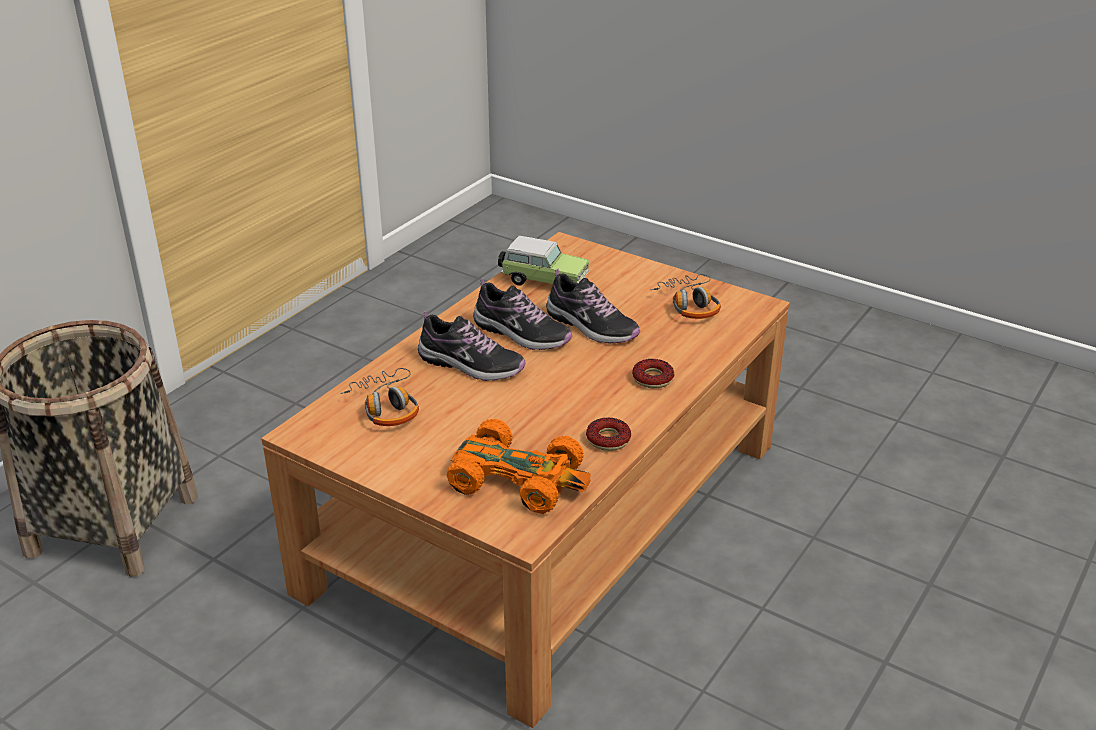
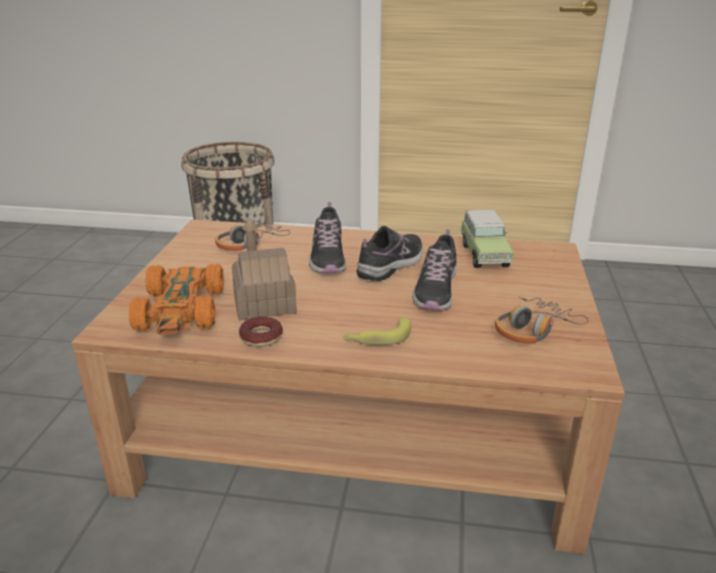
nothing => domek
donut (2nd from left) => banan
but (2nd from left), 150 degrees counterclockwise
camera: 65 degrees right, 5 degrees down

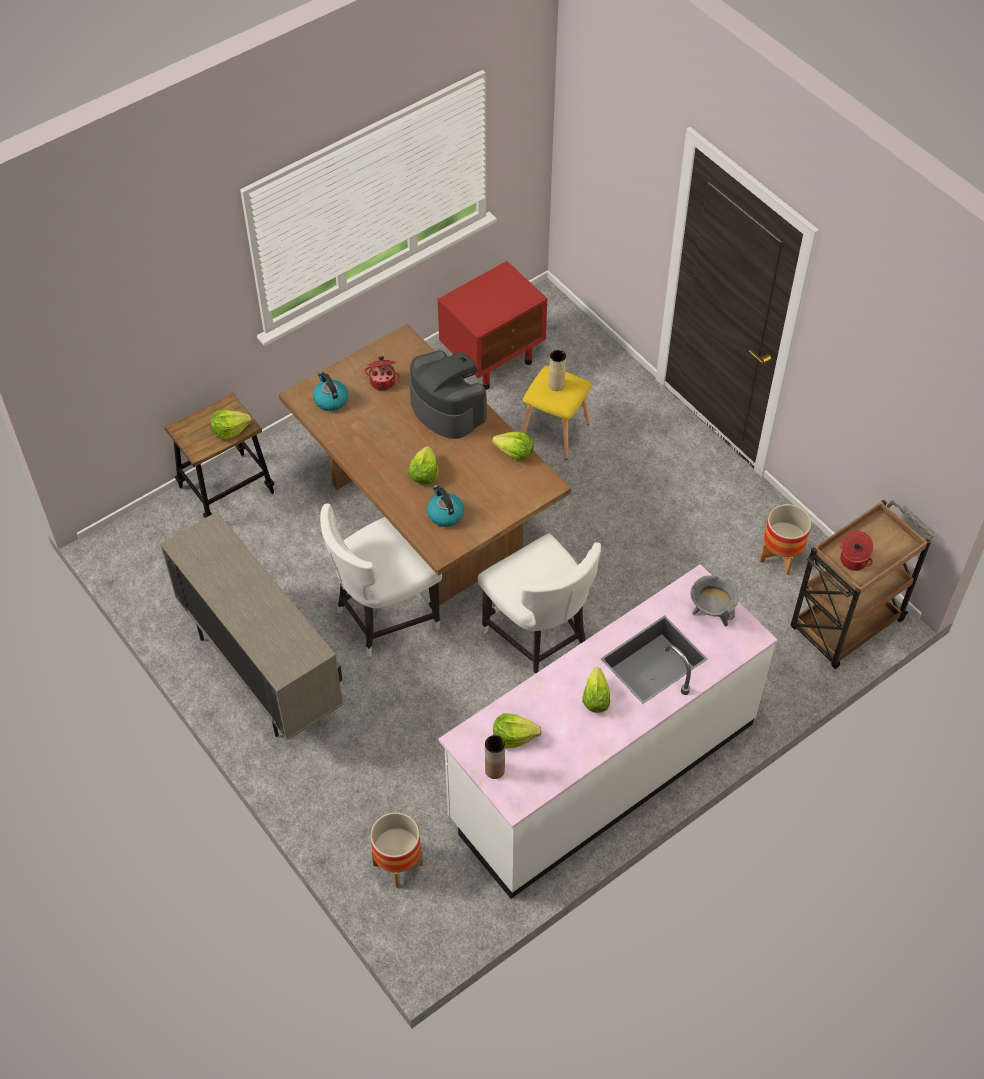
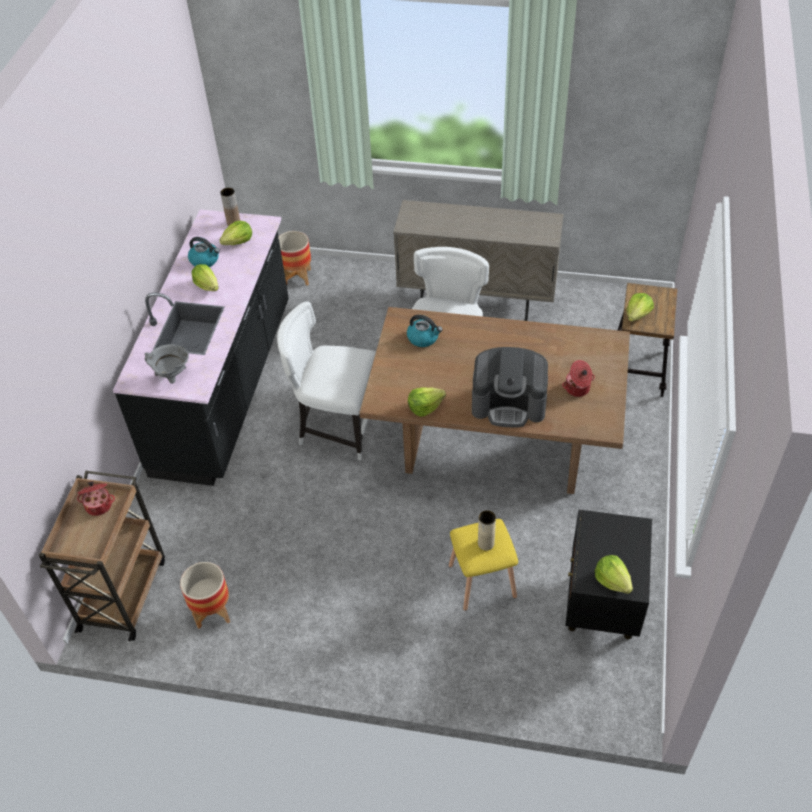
czajnik (1st from left), move
sałata (2nd from left in the first image) => sałata (4th from left), move
szafka nocna/czerwony => szafka nocna/czarny
zabudowa kuchenna/biały => zabudowa kuchenna/czarny
camera: 140 degrees right, 5 degrees down

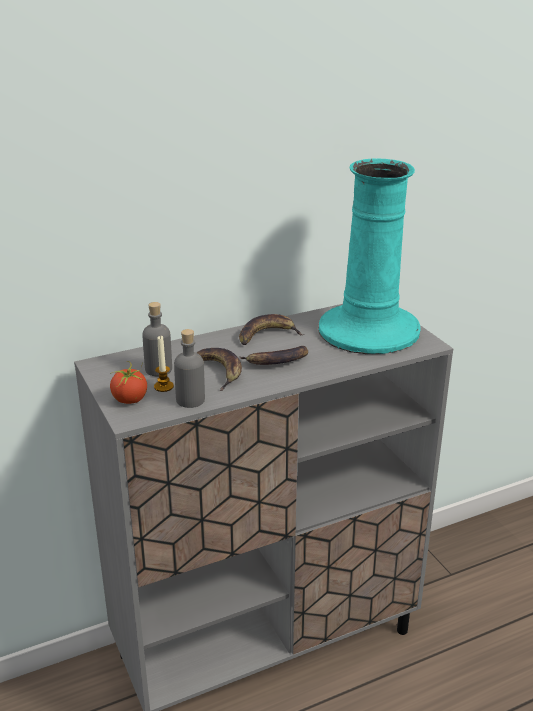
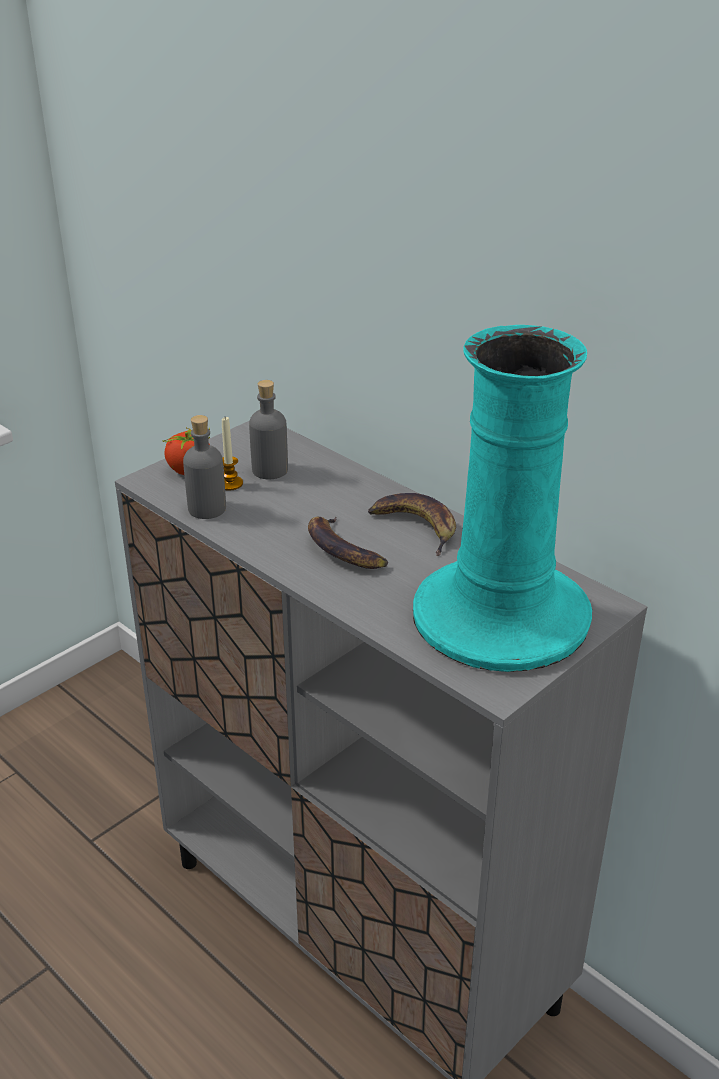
banan (1st from left) => nothing
camera: 70 degrees right, 5 degrees up

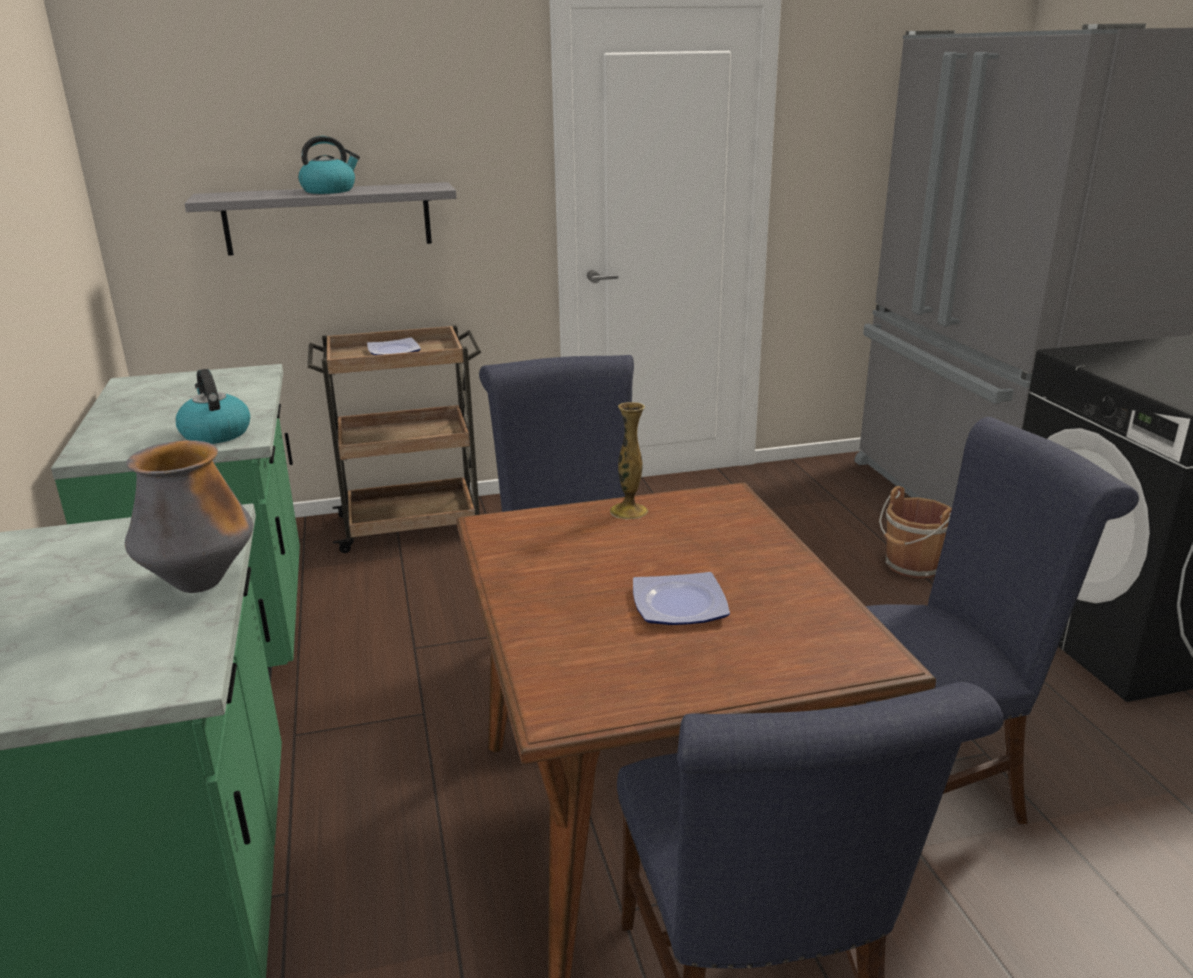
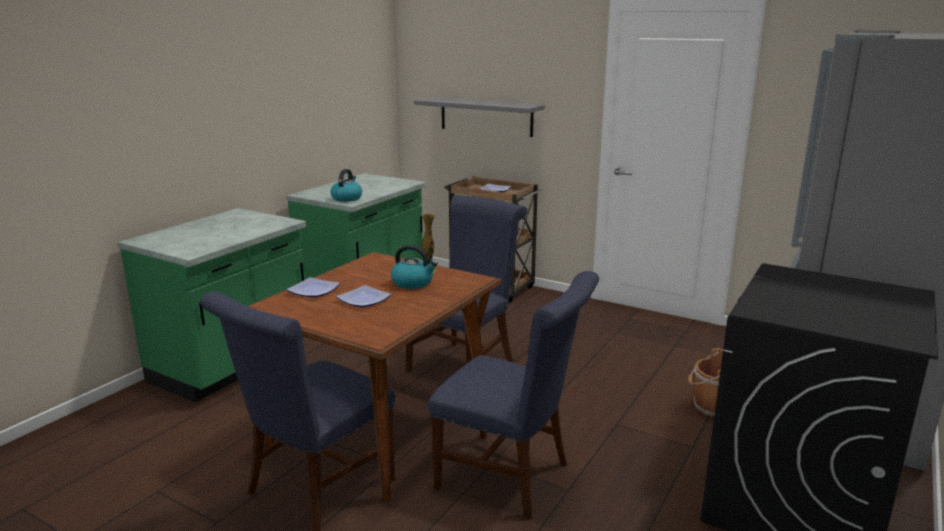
wazon (1st from left) => nothing
nothing => talerz (1st from left)
czajnik (2nd from left), move
camera: 45 degrees right, 5 degrees down

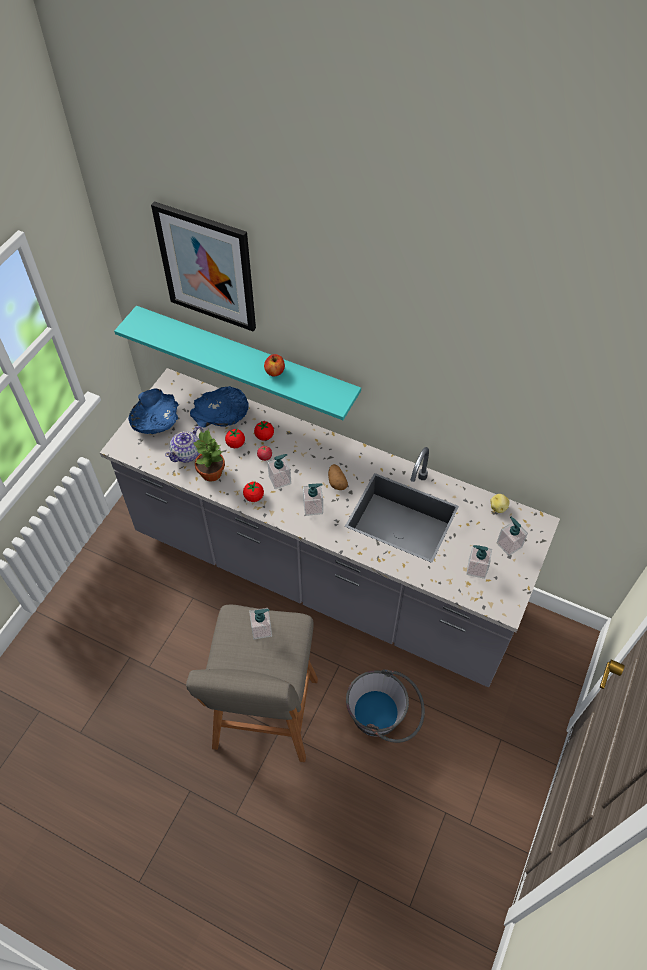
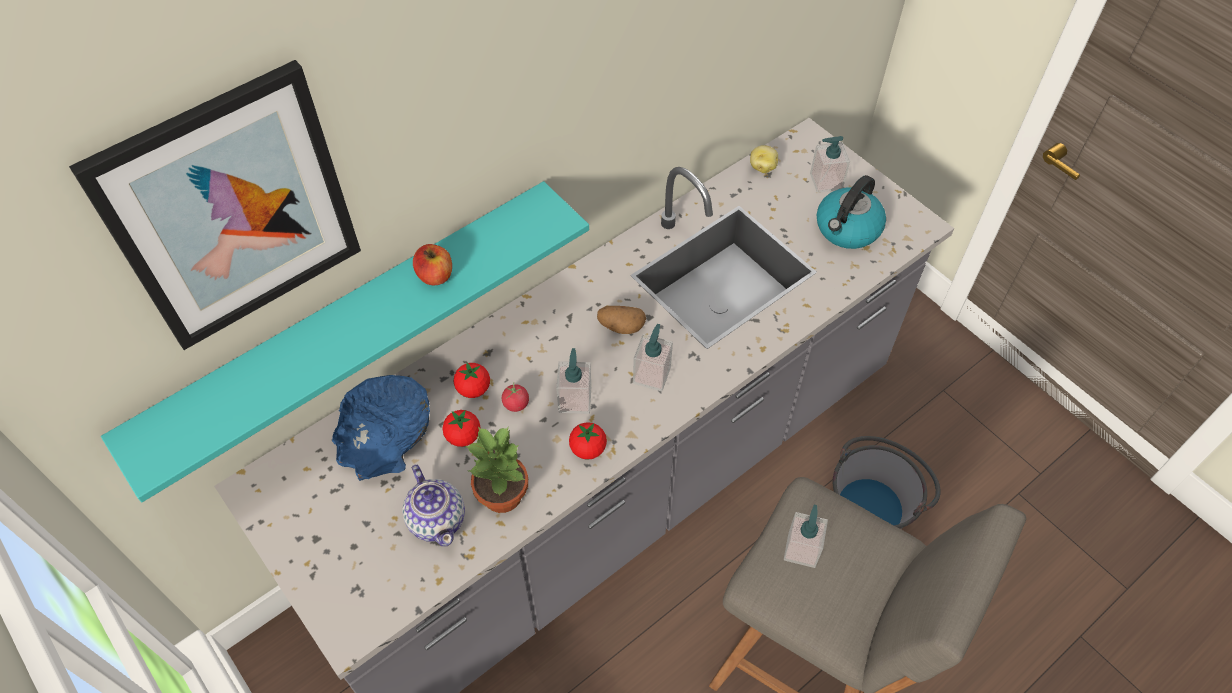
miska/niebieski (1st from left) => nothing
dozownik mydła (4th from left) => czajnik
camera: 65 degrees left, 0 degrees up

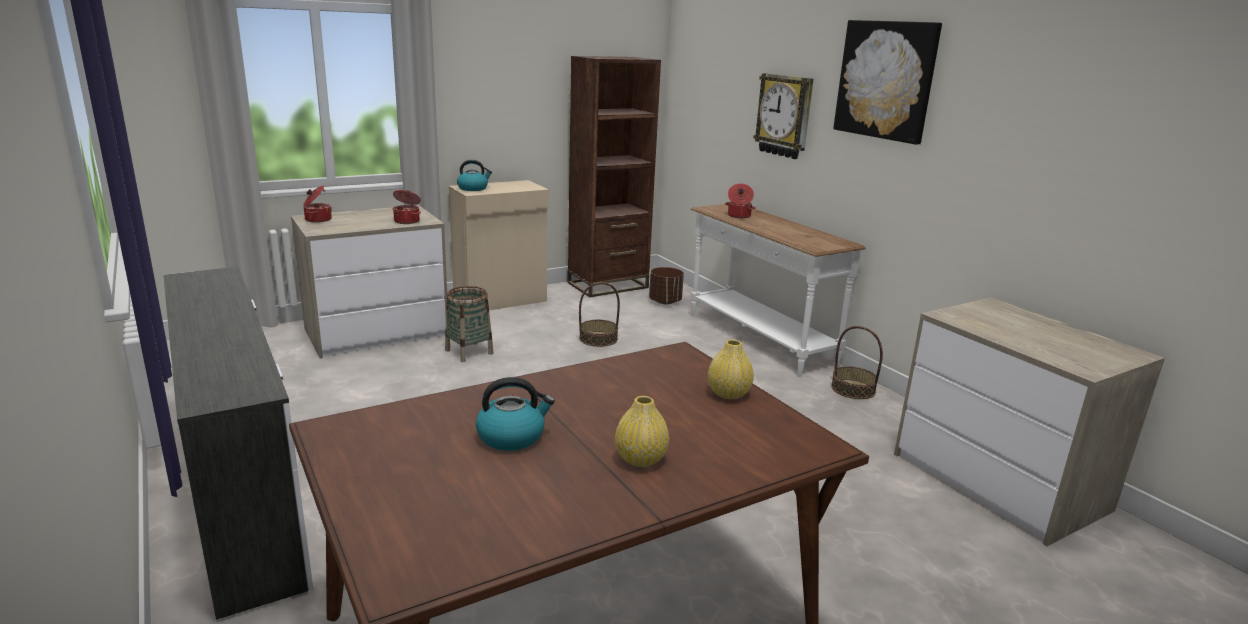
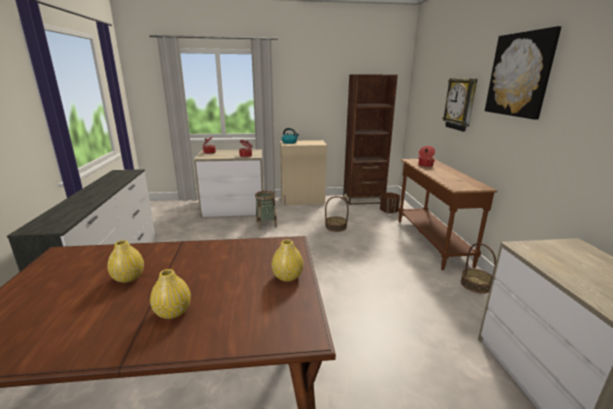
czajnik (2nd from left) => wazon/żółty (1st from left)
stolik konsolowy/biały => stolik konsolowy/brązowy
camera: 25 degrees right, 0 degrees up

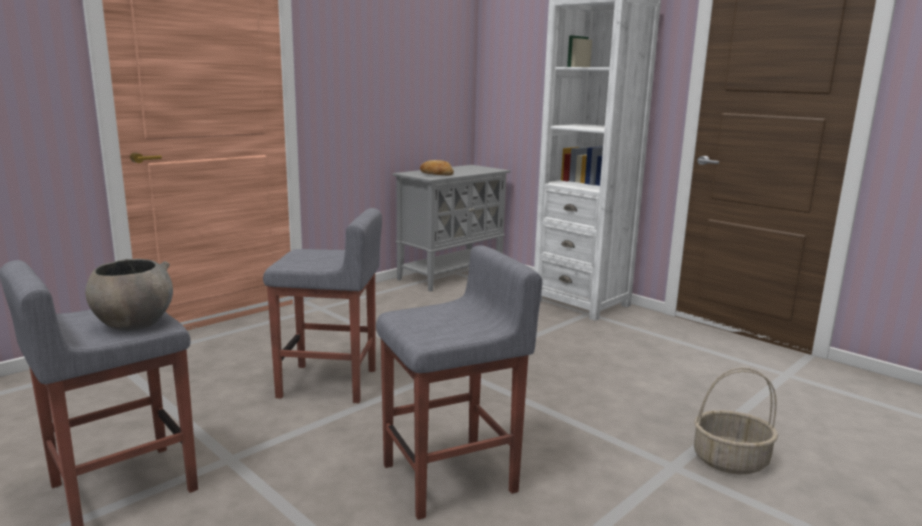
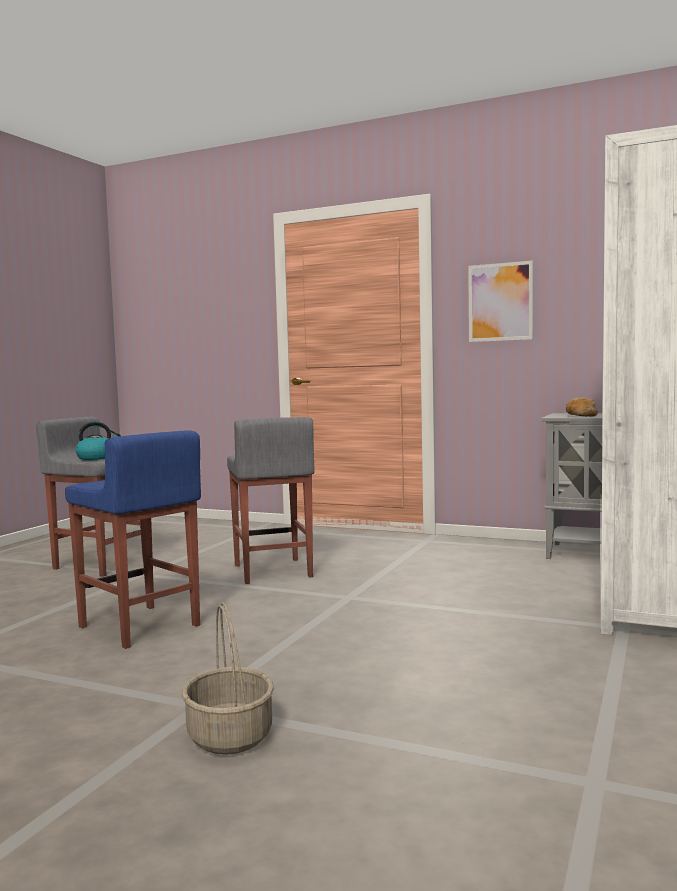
nothing => obraz
miska/szary => czajnik
stołek/szary (3rd from left) => stołek/niebieski
camera: 70 degrees right, 10 degrees down

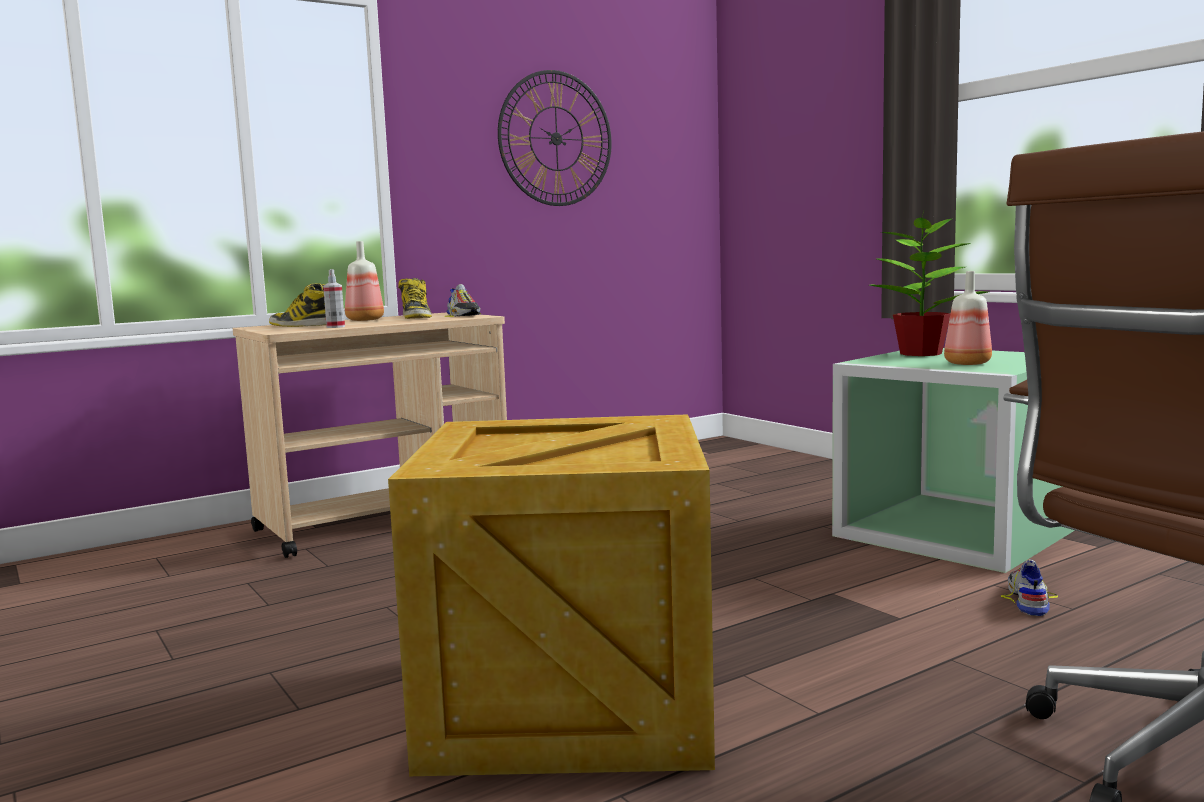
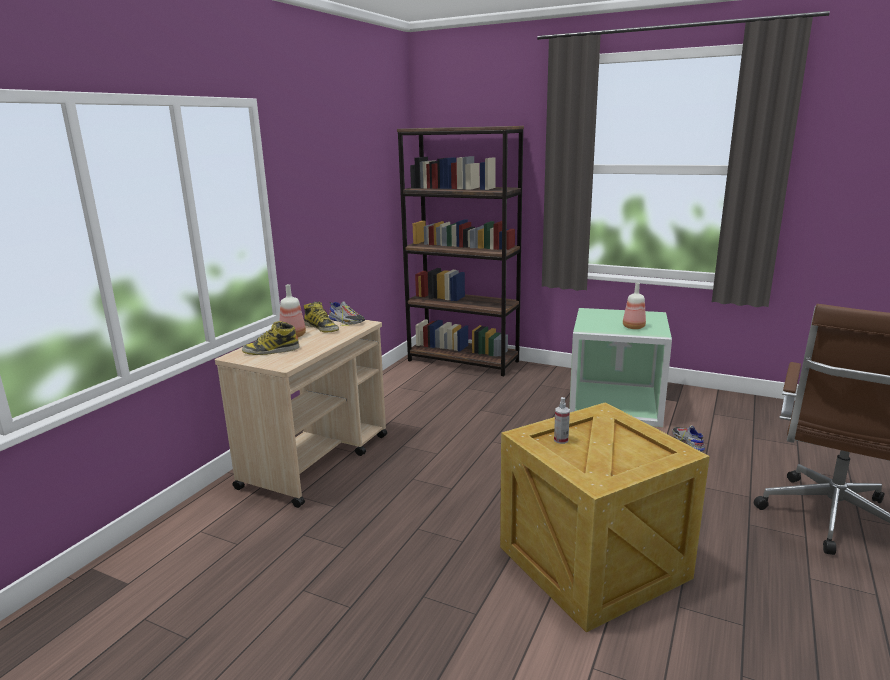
zegar ścienny => nothing
roślina doniczkowa => nothing
nothing => regał/brązowy
spryskiwacz, move
camera: 30 degrees left, 10 degrees up

